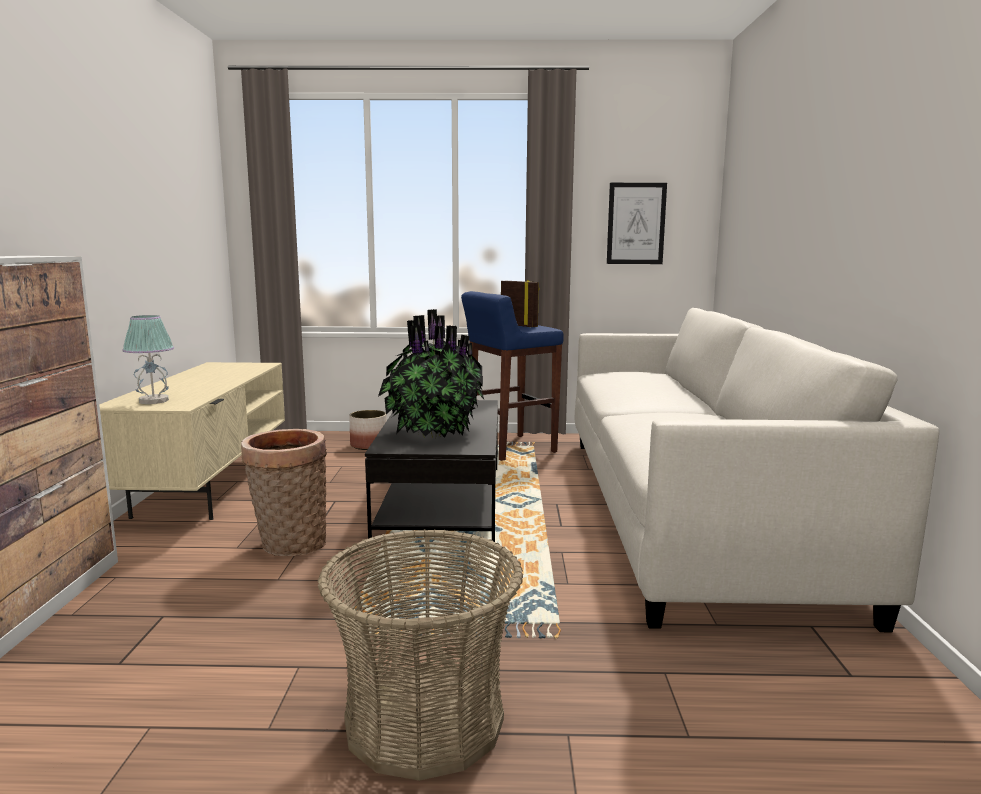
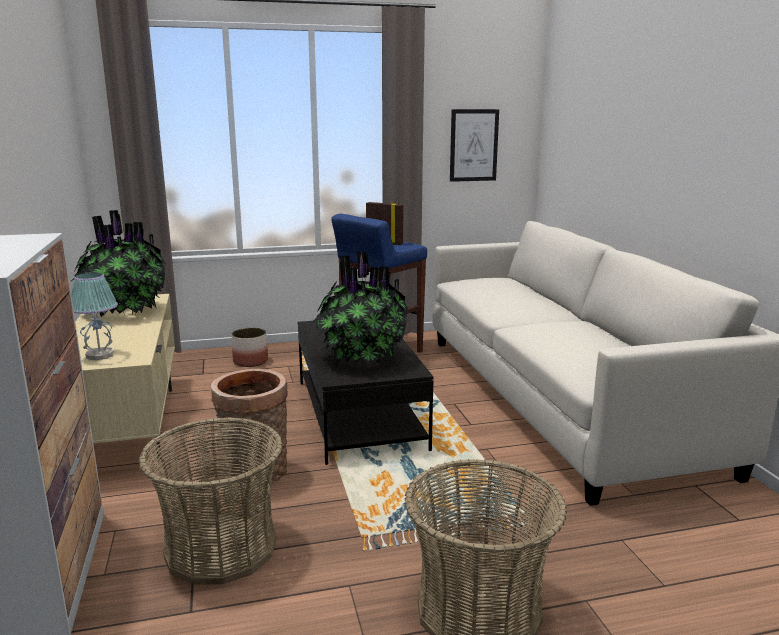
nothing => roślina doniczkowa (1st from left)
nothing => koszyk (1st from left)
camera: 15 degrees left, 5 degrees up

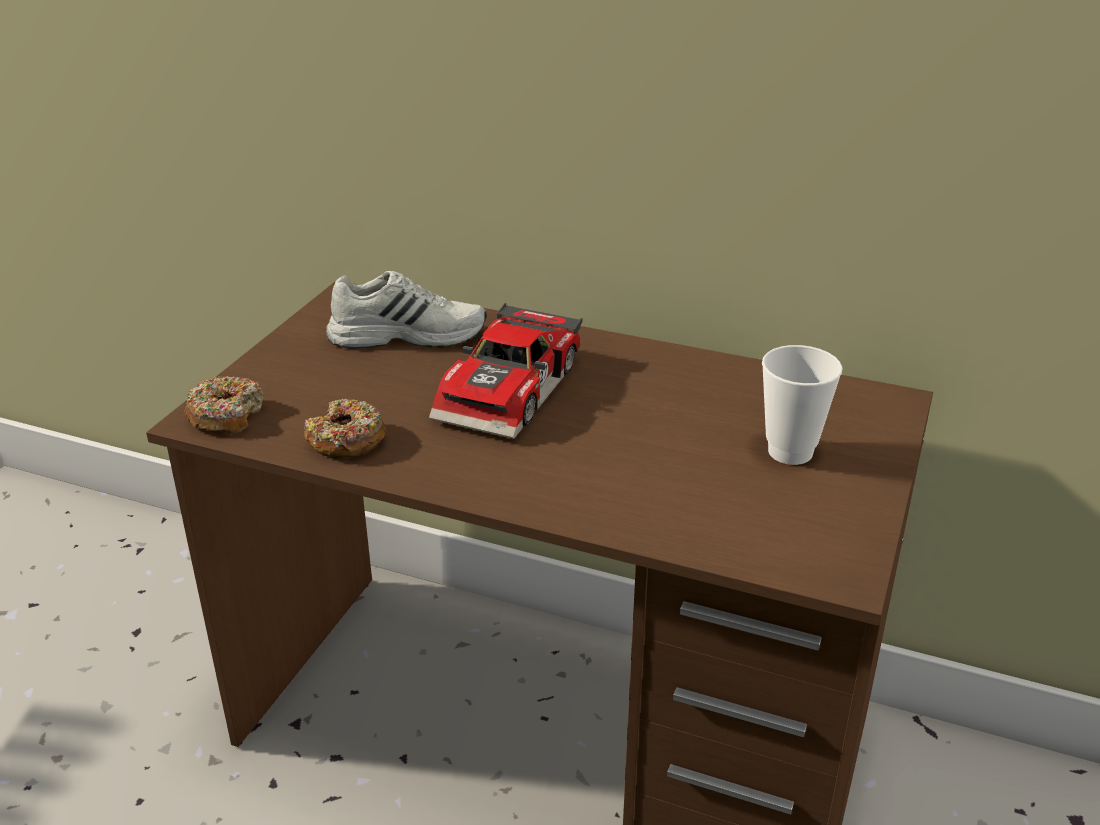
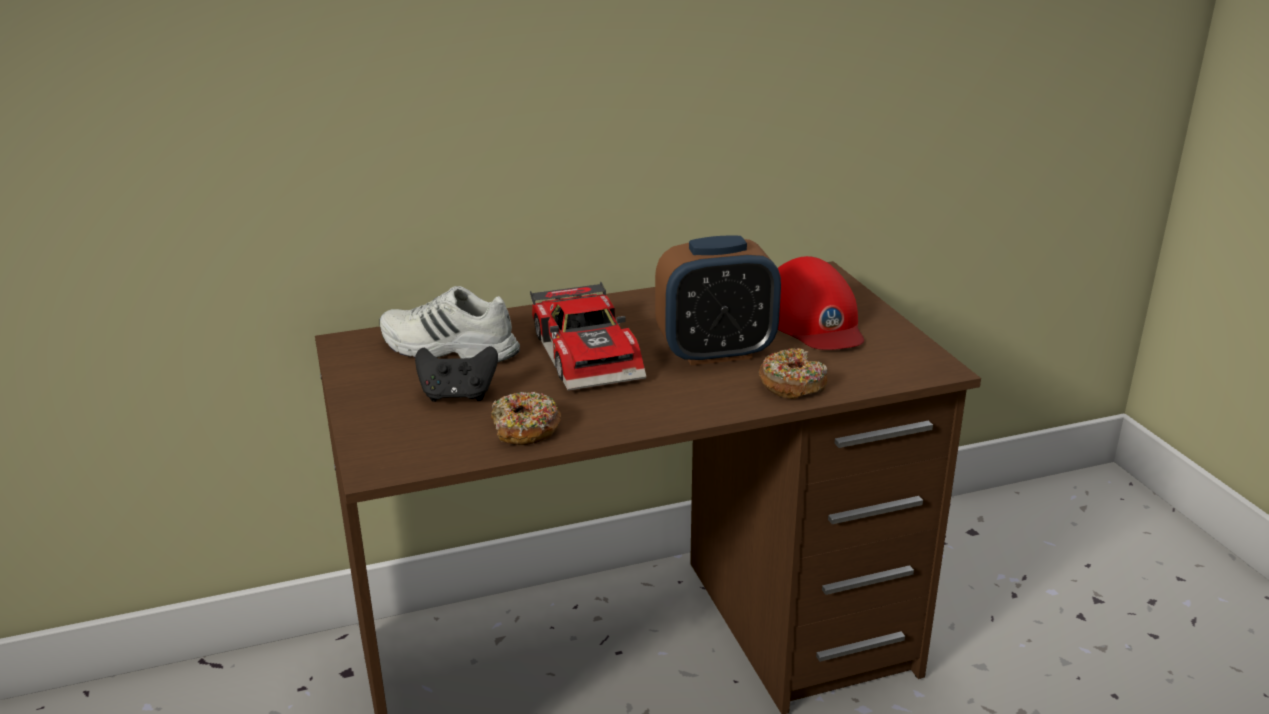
nothing => pad do gier/czarny
nothing => budzik
donut (1st from left in the first image) => donut (2nd from left), move
filiżanka => czapka z daszkiem/czerwony
but/biały, 120 degrees counterclockwise
camera: 40 degrees left, 5 degrees down

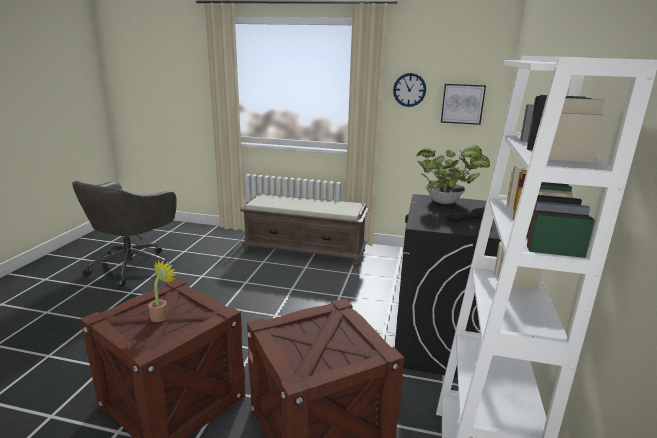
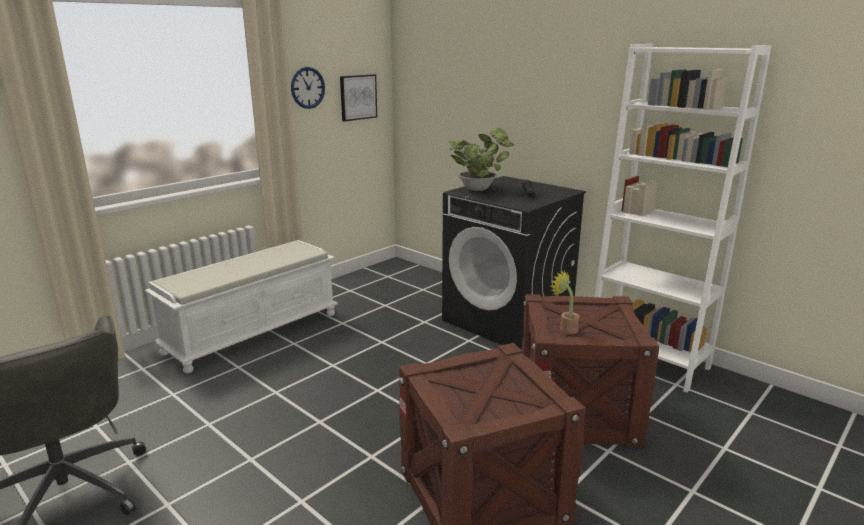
roślina doniczkowa (1st from left in the first image) => roślina doniczkowa (2nd from left), move
ławka/brązowy => ławka/biały
camera: 60 degrees left, 0 degrees up

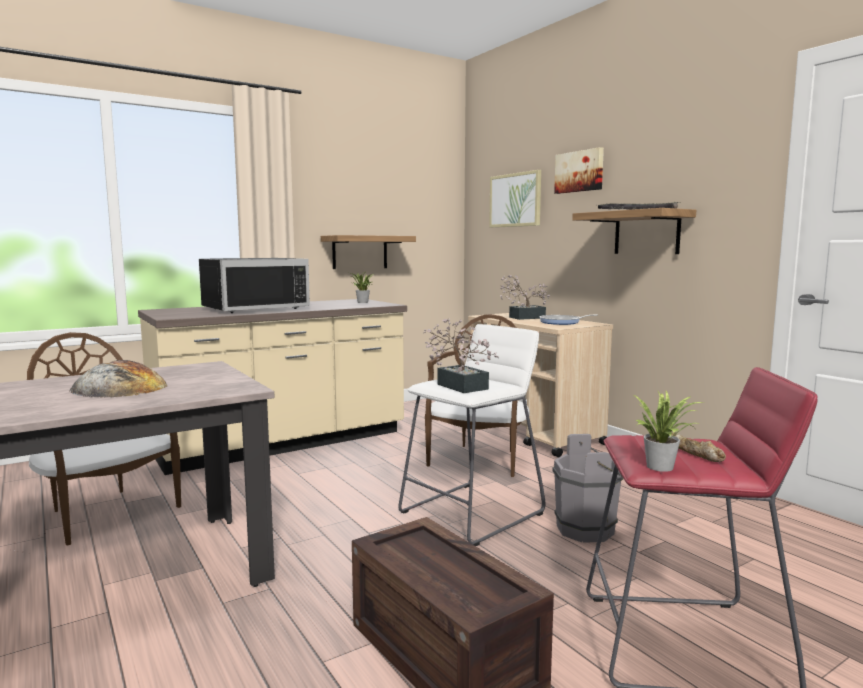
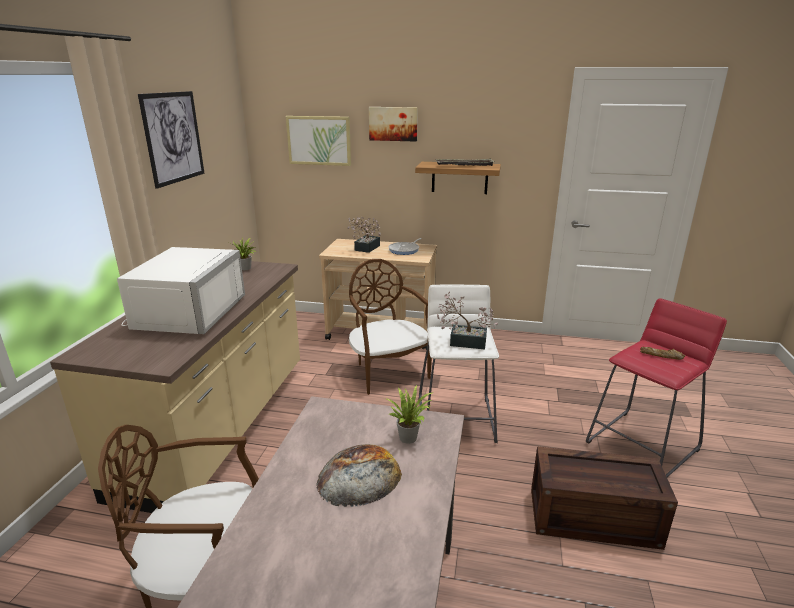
półka (1st from left) => nothing
wiadro/szary => nothing
nothing => obraz (1st from left)
roślina doniczkowa (4th from left in the first image) => roślina doniczkowa (3rd from left), move
mikrofalówka/czarny => mikrofalówka/biały
camera: 45 degrees left, 15 degrees up

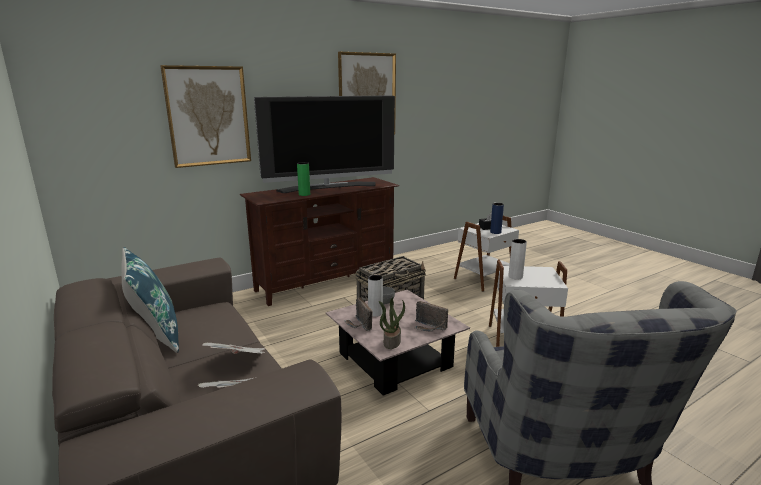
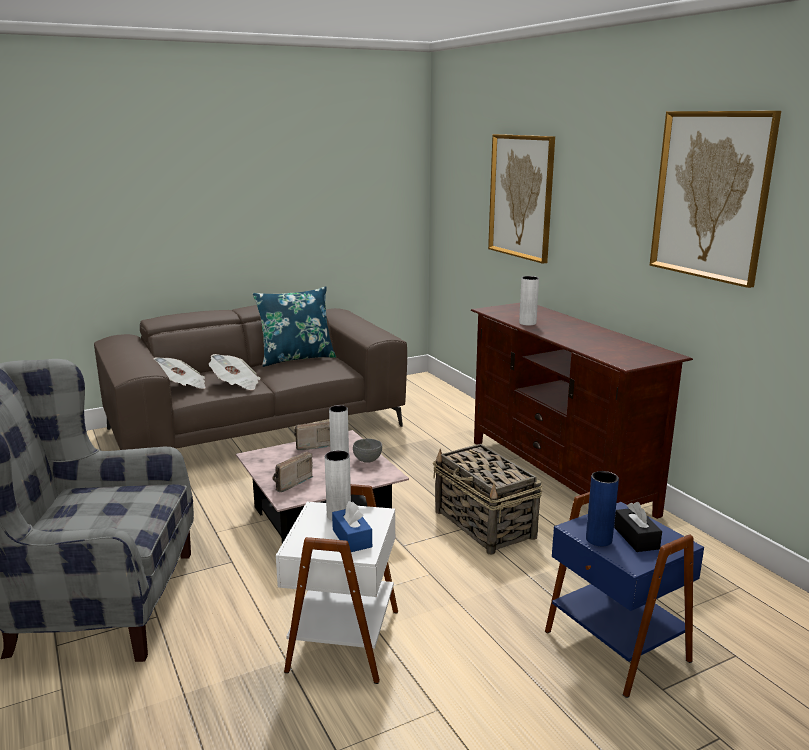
telewizor => nothing
roślina doniczkowa => nothing
nothing => pudełko chusteczek/niebieski
wazon/zielony => wazon/biały (3rd from left)
stolik/biały (1st from left) => stolik/niebieski
camera: 95 degrees right, 0 degrees up

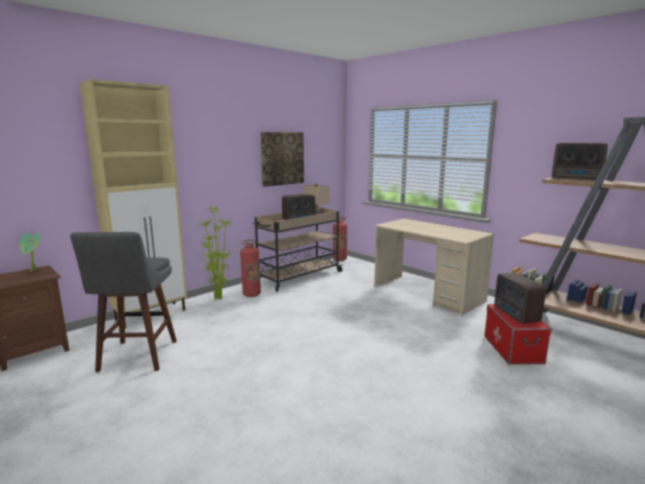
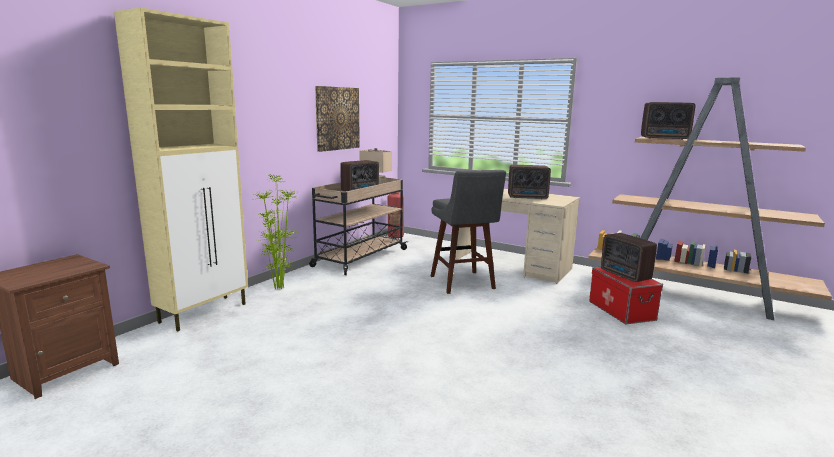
roślina doniczkowa (1st from left) => nothing
gaśnica (1st from left) => nothing
nothing => radio (2nd from left)
stołek/szary, move
camera: 15 degrees left, 0 degrees up

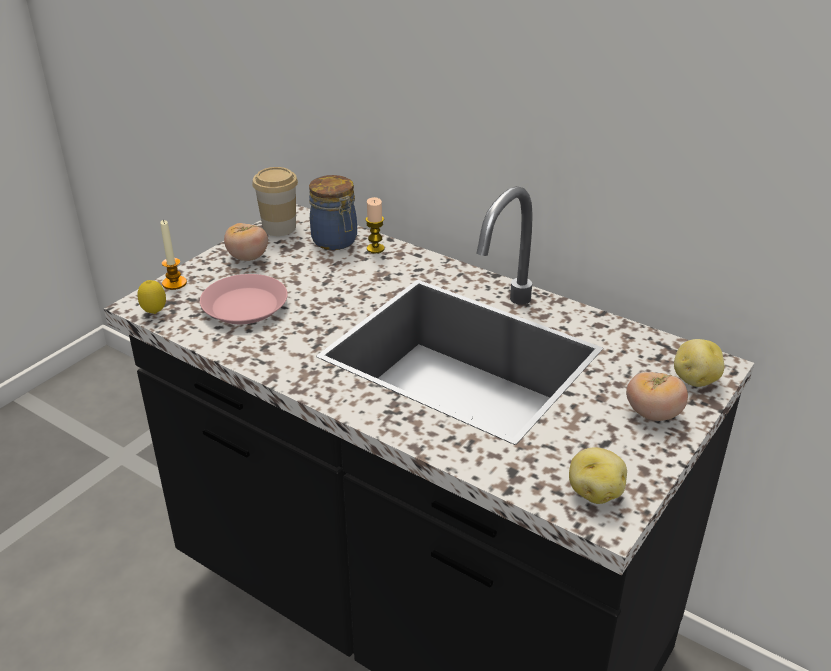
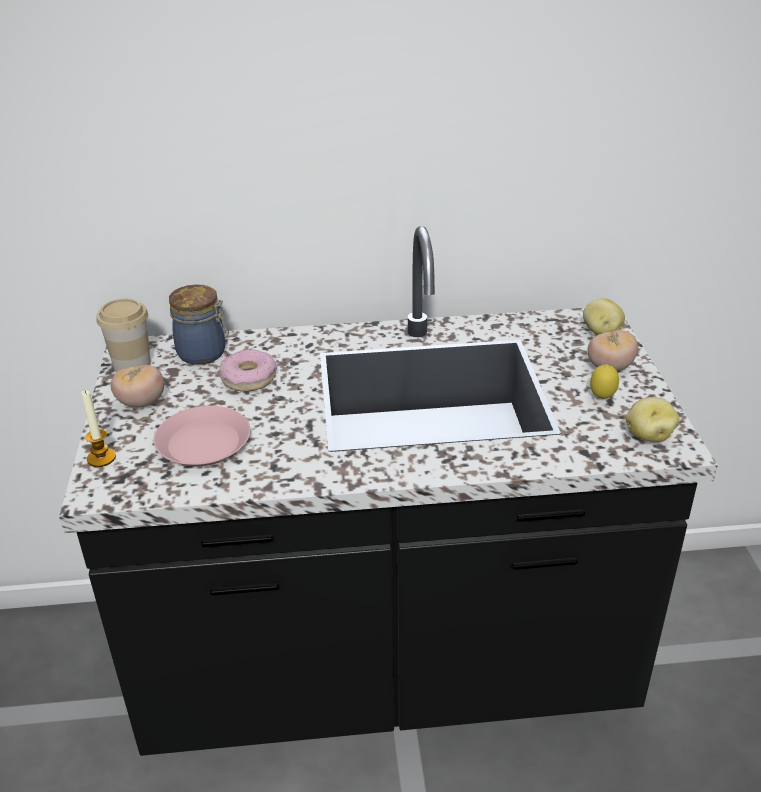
świeca (2nd from left) => nothing
nothing => donut
cytryna, move
camera: 40 degrees left, 0 degrees up

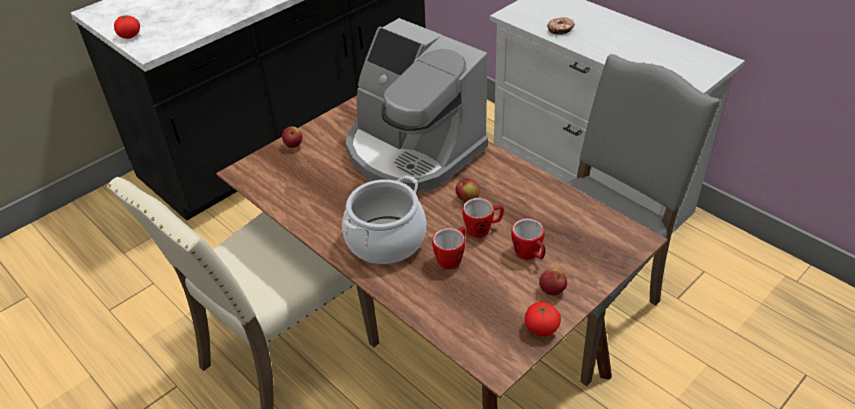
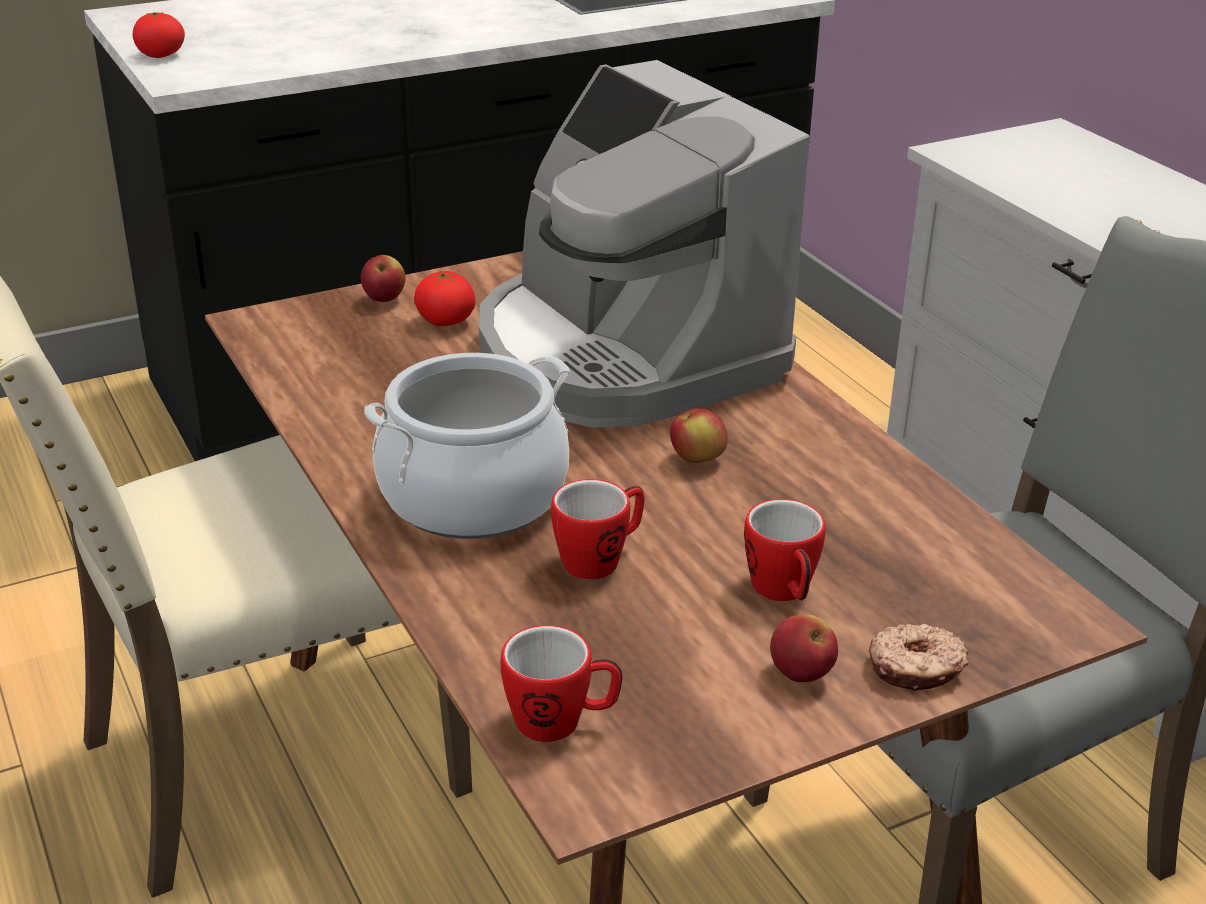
kubek (2nd from left in the first image) => kubek (1st from left), move
pomidor (2nd from left), move
donut, move
camera: 15 degrees right, 10 degrees down

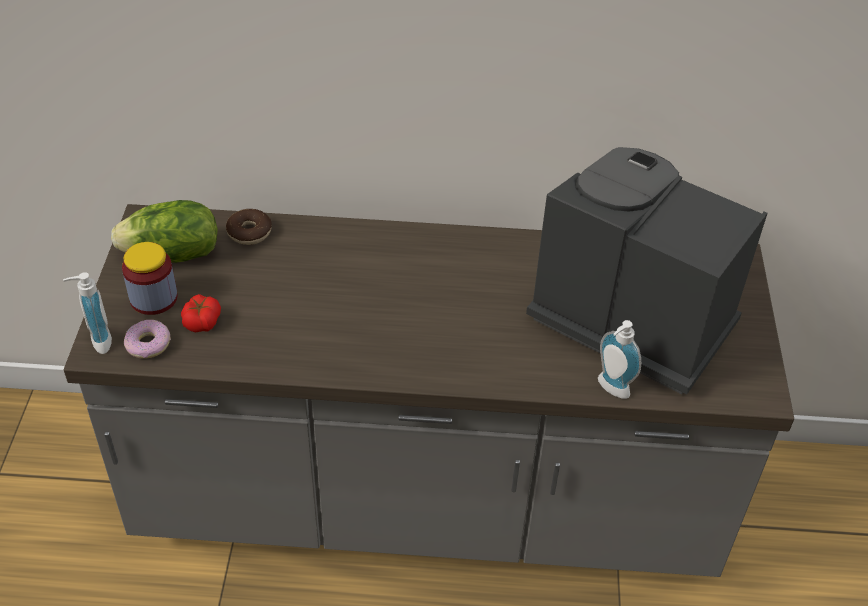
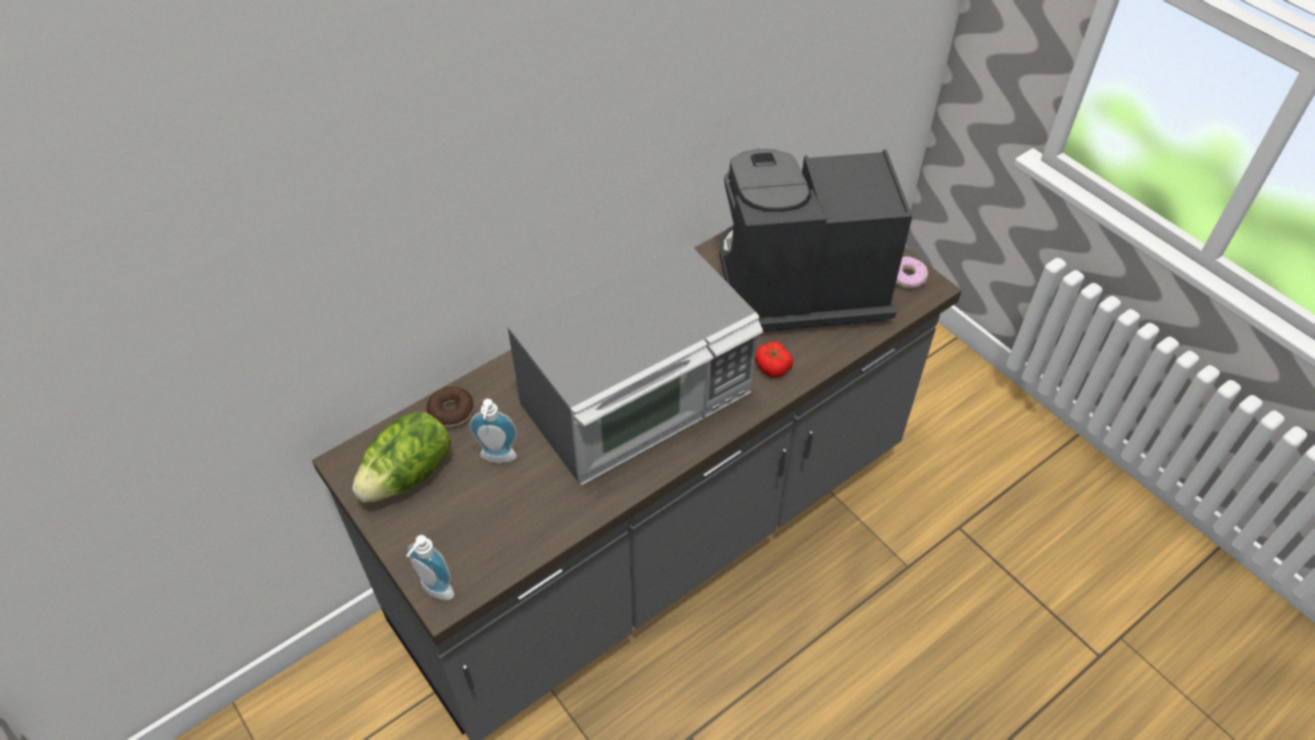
słoik => nothing
nothing => mikrofalówka
donut (1st from left in the first image) => donut (2nd from left), move
pomidor, move
dozownik mydła (2nd from left), move
camera: 40 degrees left, 5 degrees up

